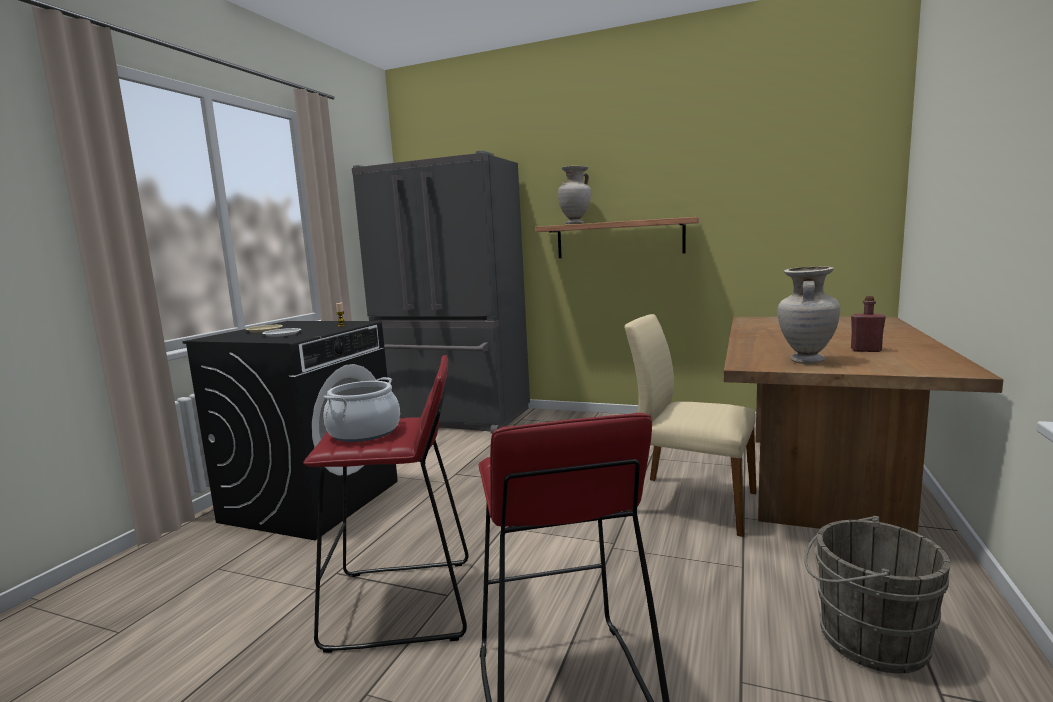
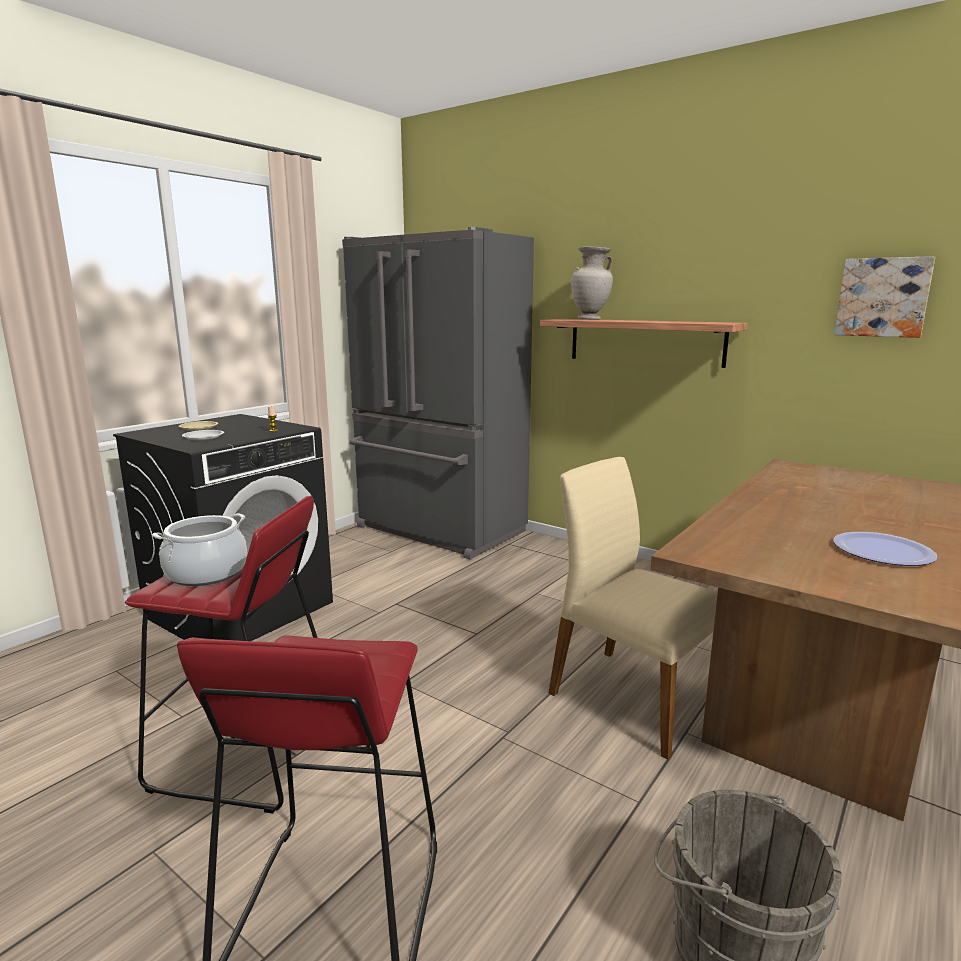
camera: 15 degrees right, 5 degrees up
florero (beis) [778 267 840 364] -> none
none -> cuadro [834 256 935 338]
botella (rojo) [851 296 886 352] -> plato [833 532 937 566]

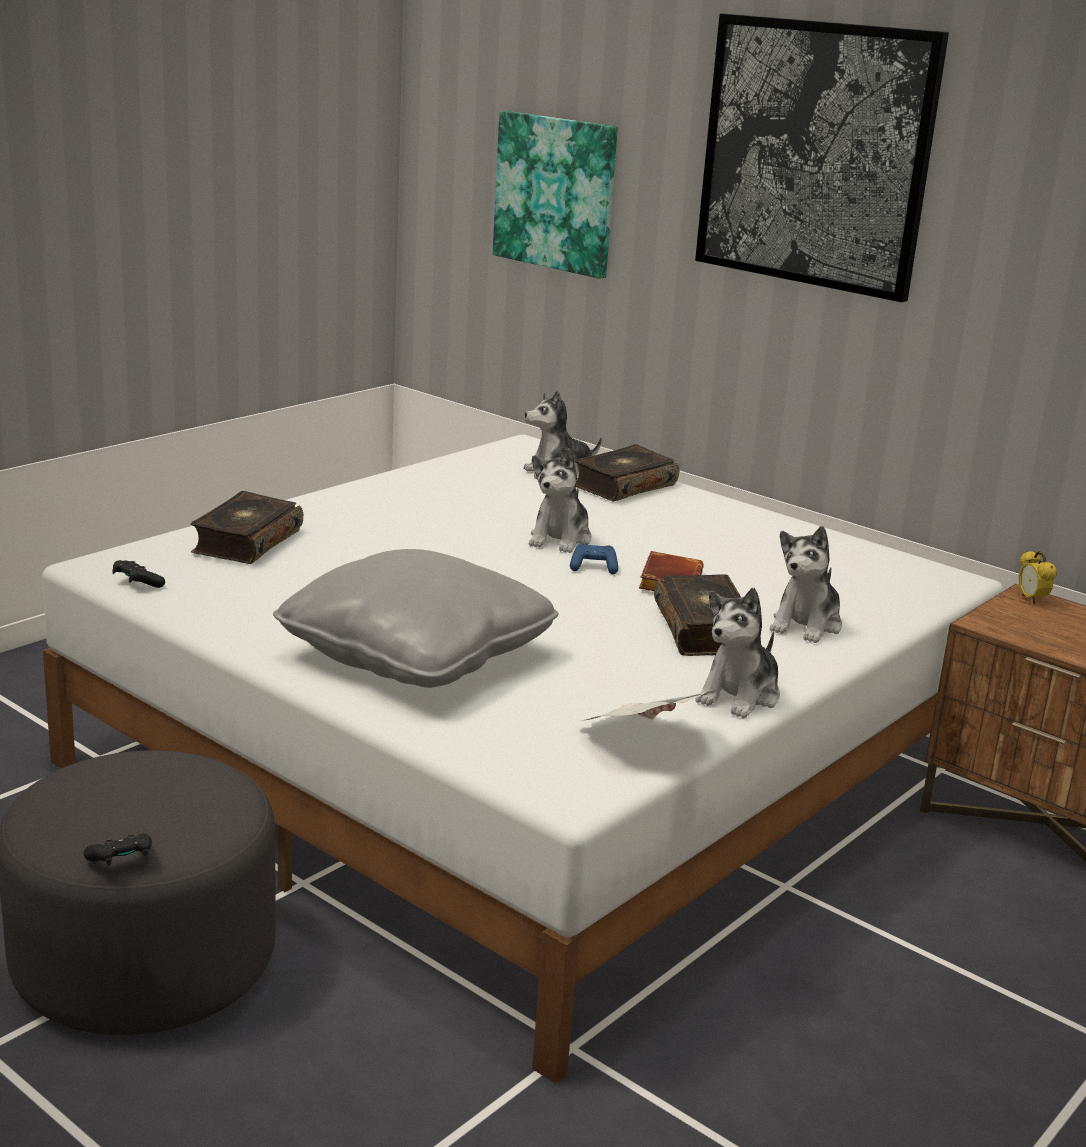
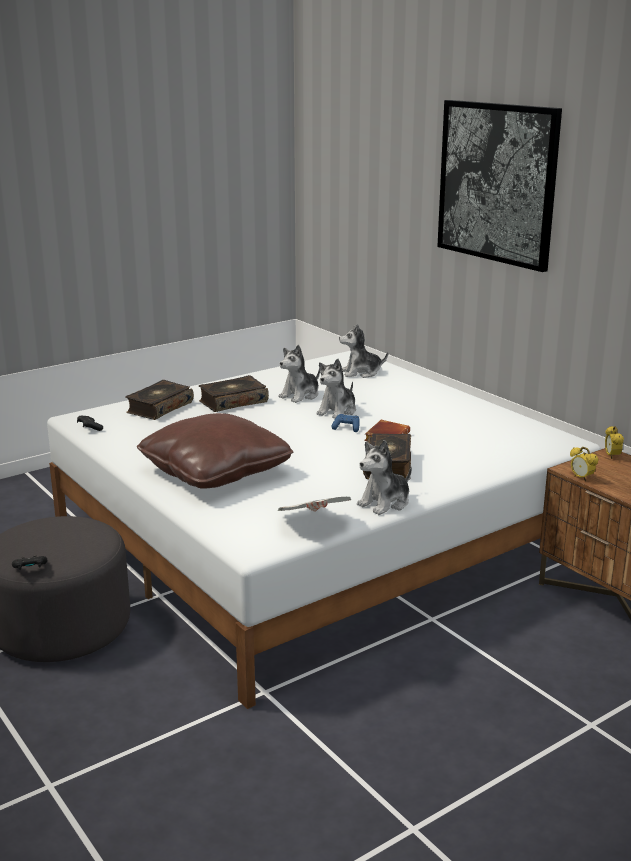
camera: 15 degrees right, 0 degrees up
cuadro [493 111 618 279] -> none
none -> despertador [570 447 598 481]
libro [574 444 679 501] -> libro [199 375 269 412], moved
peluche [770 526 842 643] -> peluche [279 345 320 403], moved
cojín (gris) [273 549 559 688] -> cojín (marrón) [137 413 293 489]

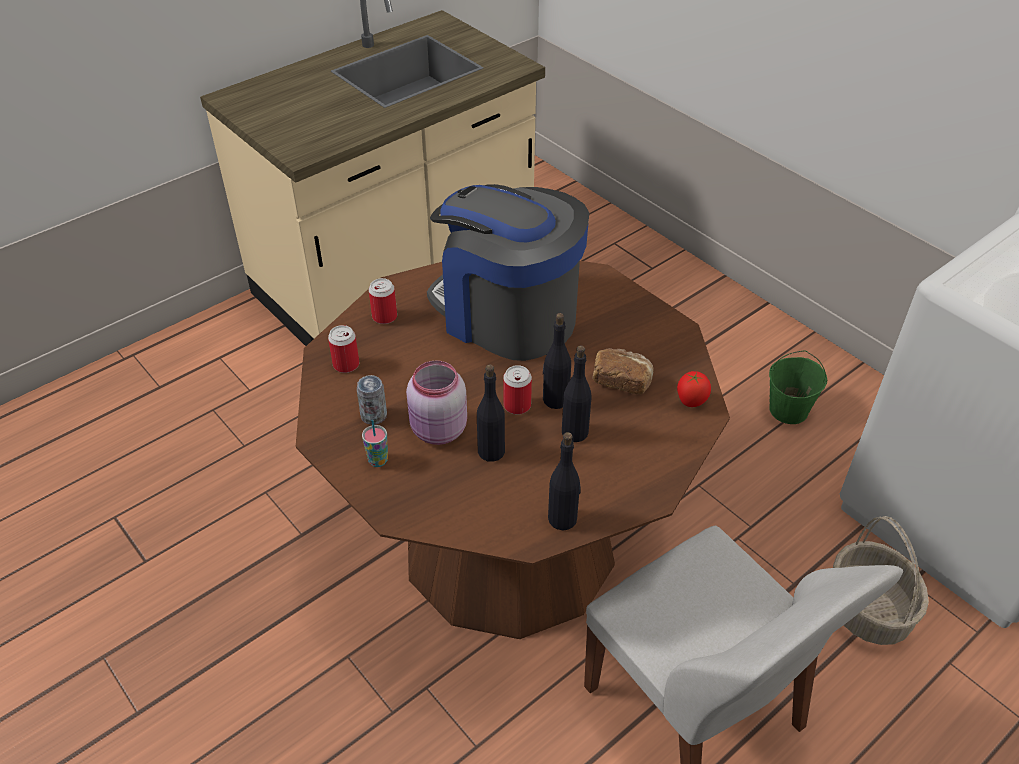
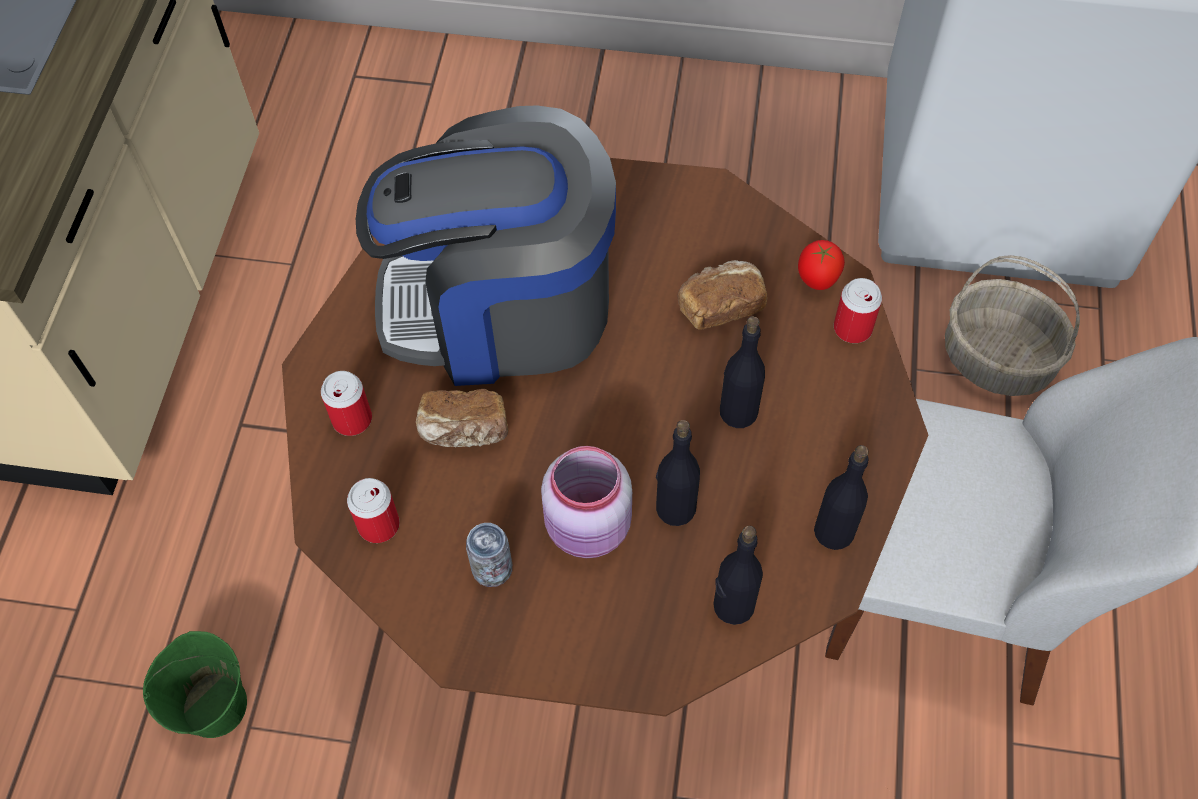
camera: 40 degrees left, 15 degrees up
taza [362 420 388 467] -> none
none -> pan [416 389 508 447]
lata [503 365 532 415] -> lata [834 278 882 343], moved
botella (negro) [543 313 571 409] -> botella (negro) [713 526 763 625], moved
cubo (verde) [769 350 827 424] -> cubo (verde) [143 631 247 738], moved

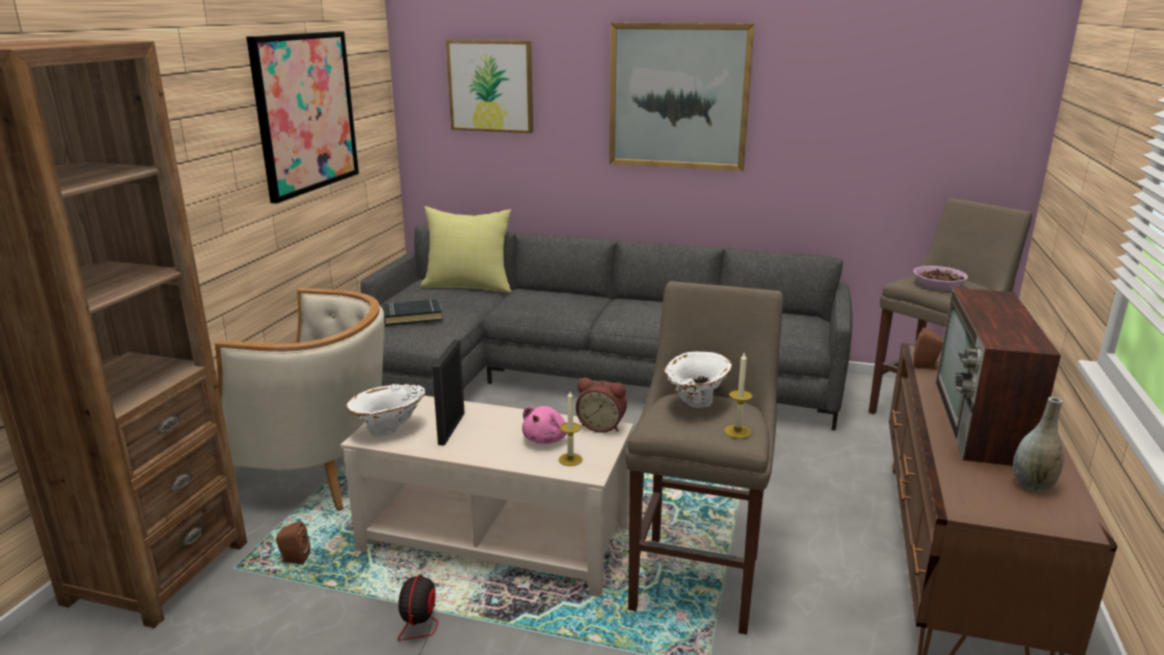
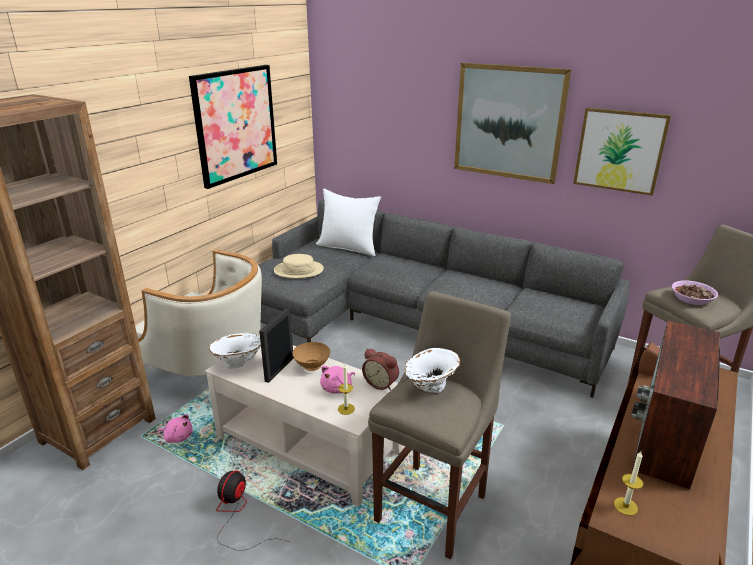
camera: 15 degrees right, 5 degrees up
florero (gris) [1013 397 1064 492] -> none
none -> cuenco (marrón) [292 342 330 371]
cuadro [446 40 533 133] -> cuadro [573 107 671 196], moved
vela [724 353 753 439] -> vela [614 451 643 516], moved
altavoz (marrón) [276 521 310 565] -> peluche (rosa) [157 414 193 443]
libro (negro) [383 299 443 326] -> sombrero (beis) [274 254 324 278]
cojín (amarillo) [420 206 512 293] -> cojín (blanco) [316 188 381 256]

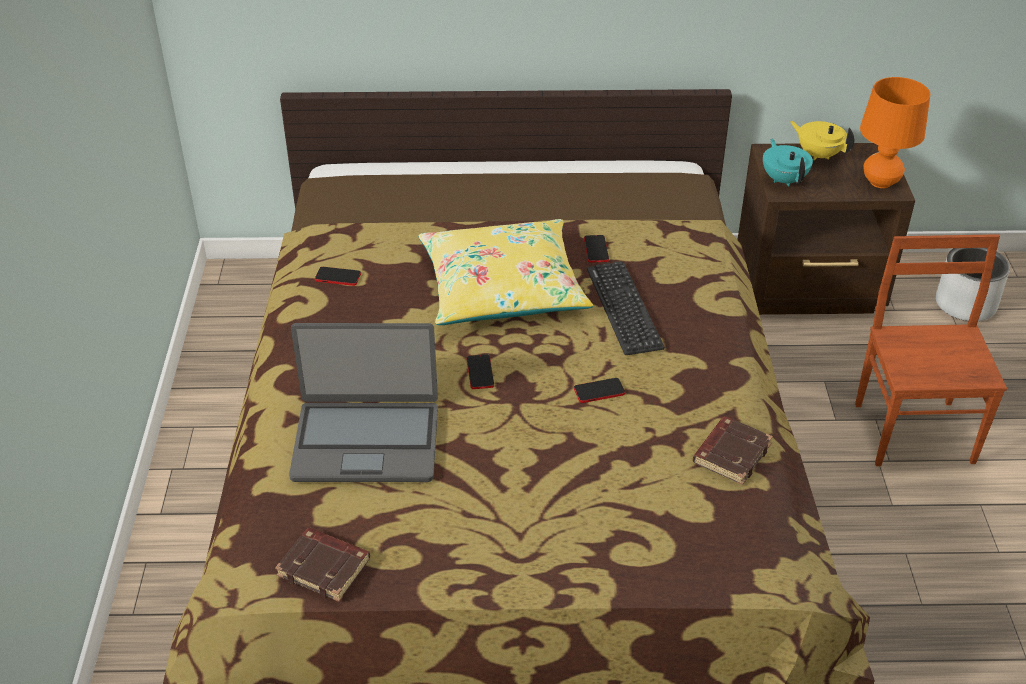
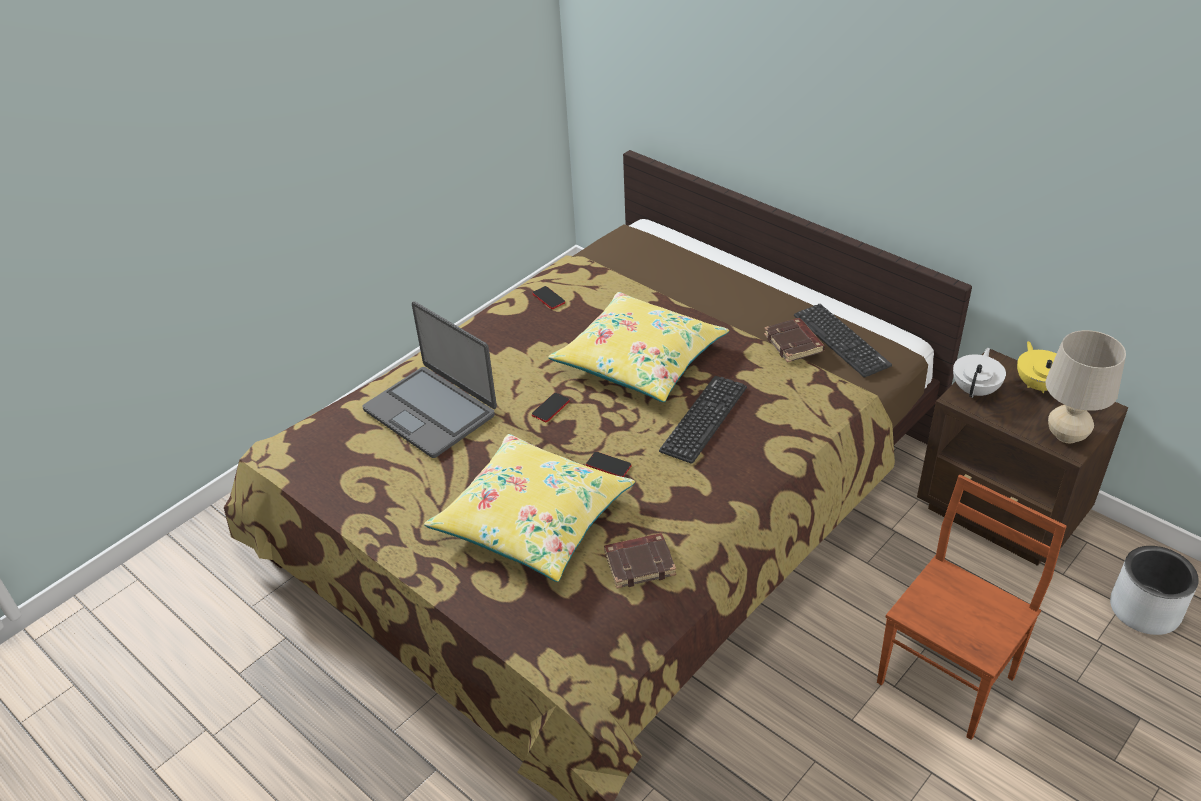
camera: 45 degrees right, 0 degrees up
móvil [584 235 609 263] -> none
none -> cojín (amarillo) [424 434 635 582]
none -> teclado [794 303 892 377]
libro (marrón) [275 527 370 602] -> libro (marrón) [764 318 825 363], moved
tetera (turquesa) [763 139 813 187] -> tetera (blanco) [953 348 1006 398]
lámpara de mesa (naranja) [860 77 930 188] -> lámpara de mesa (beis) [1046 330 1126 443]

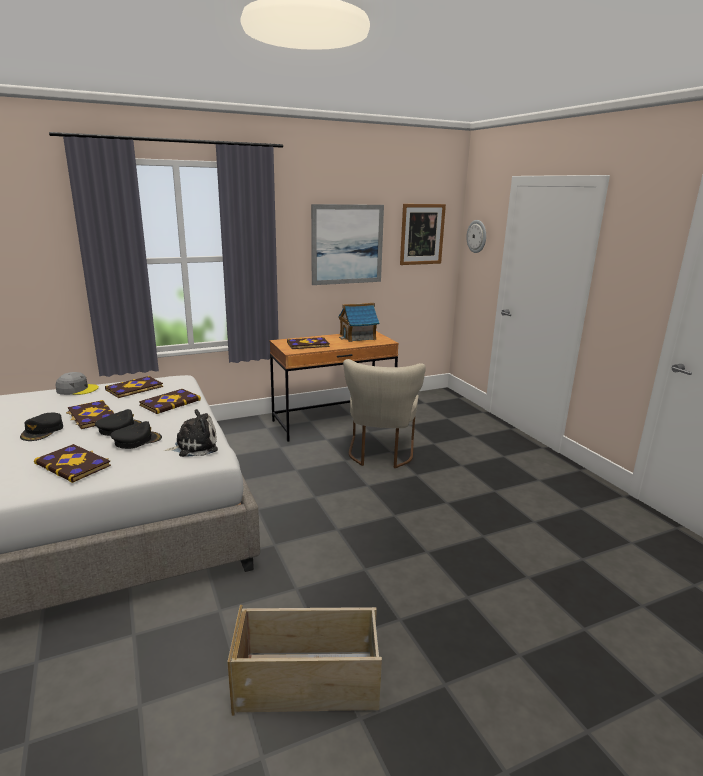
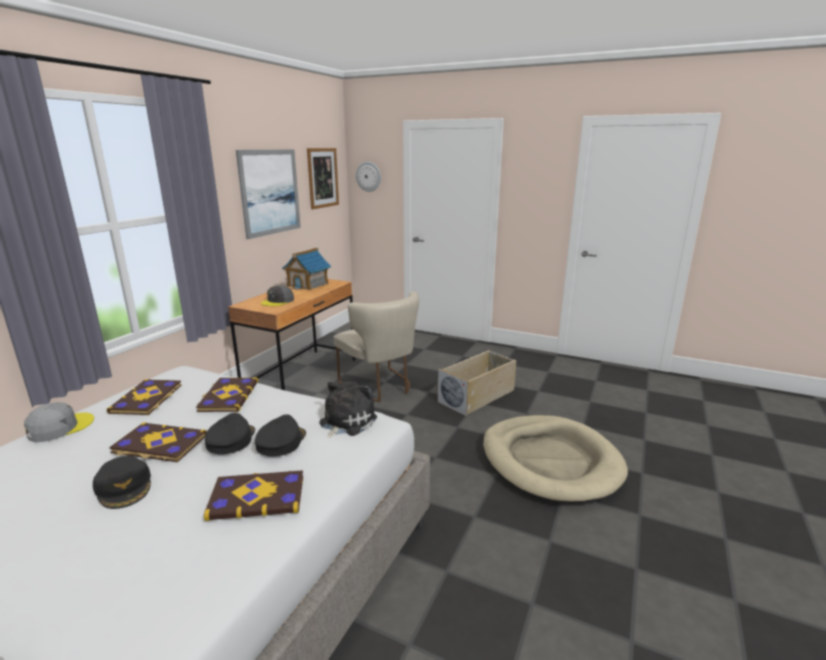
camera: 40 degrees left, 0 degrees up
none -> cama para perro (beis) [483 415 628 504]
caja de almacenaje (beis) [227 605 382 716] -> caja de almacenaje (beis) [438 350 516 417], moved
libro [287 337 330 349] -> gorra (gris) [261 285 294 306]

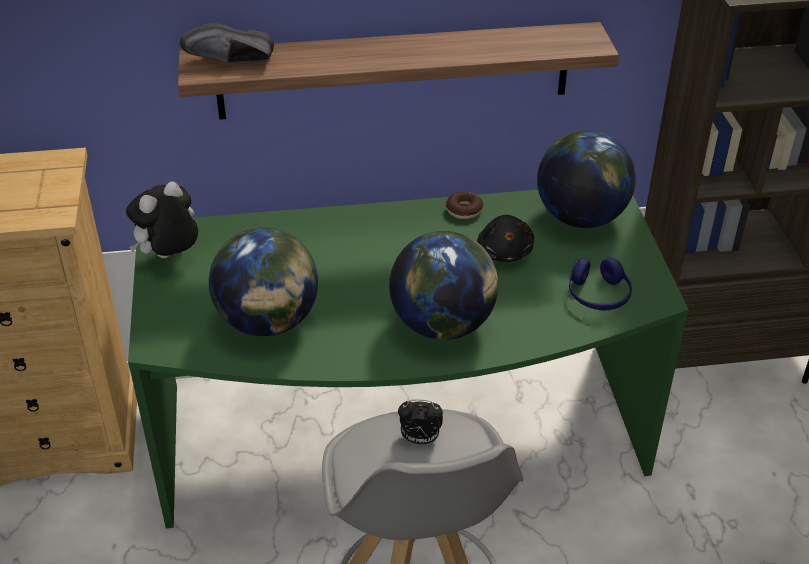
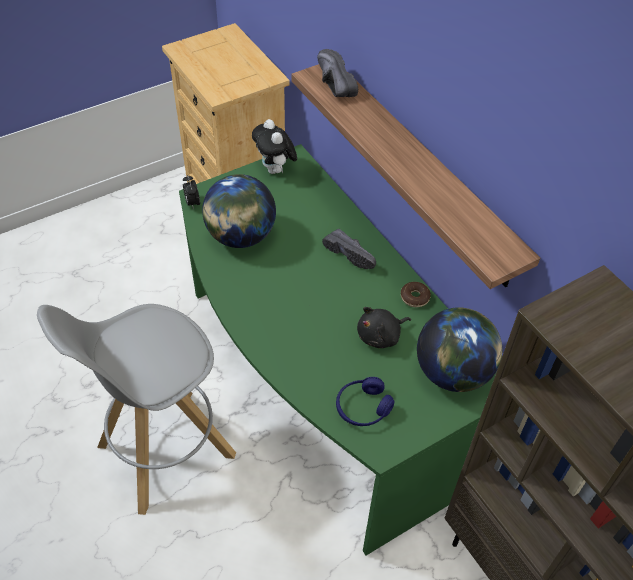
camera: 65 degrees right, 10 degrees up
globo terráqueo [389 231 498 340] -> none
none -> zapato (negro) [322 229 376 269]
despertador [398 399 443 444] -> despertador [183 175 200 210], moved
peluche [126 181 198 258] -> peluche [252 119 297 174], 135 degrees counterclockwise

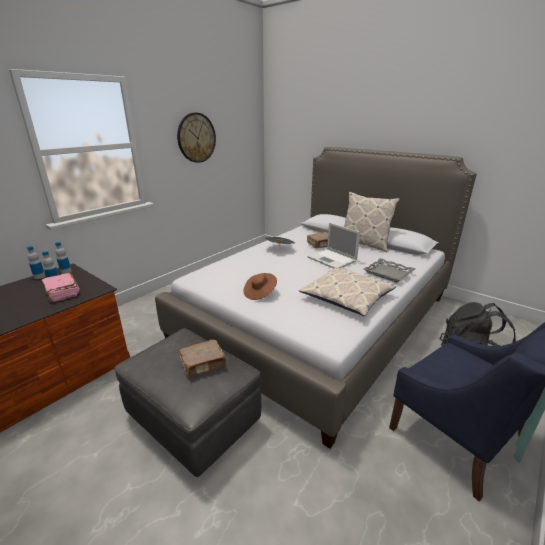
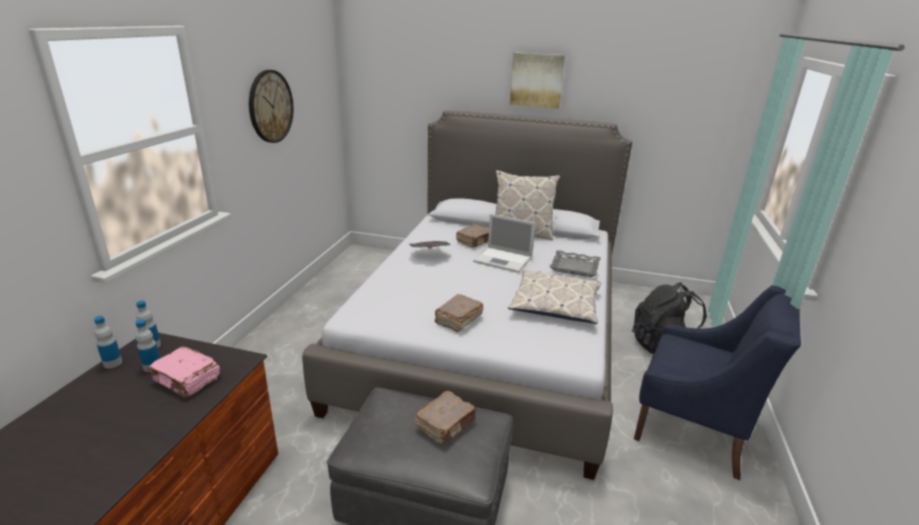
camera: 25 degrees left, 0 degrees up
none -> cuadro [510 52 565 109]
sombrero (marrón) [243 273 277 300] -> libro (marrón) [435 294 483 333]

